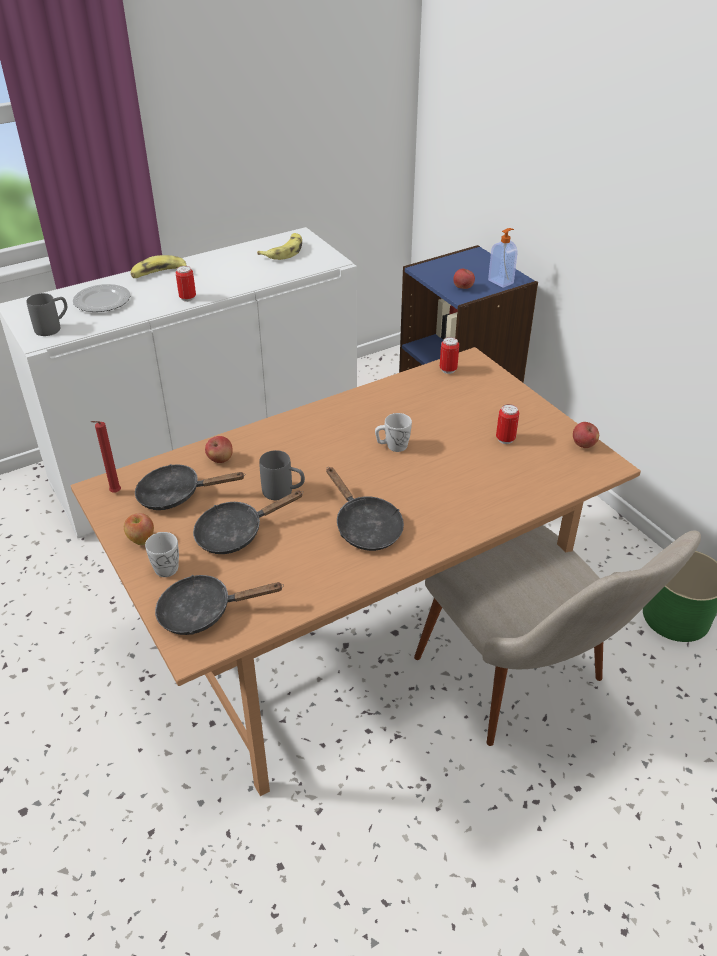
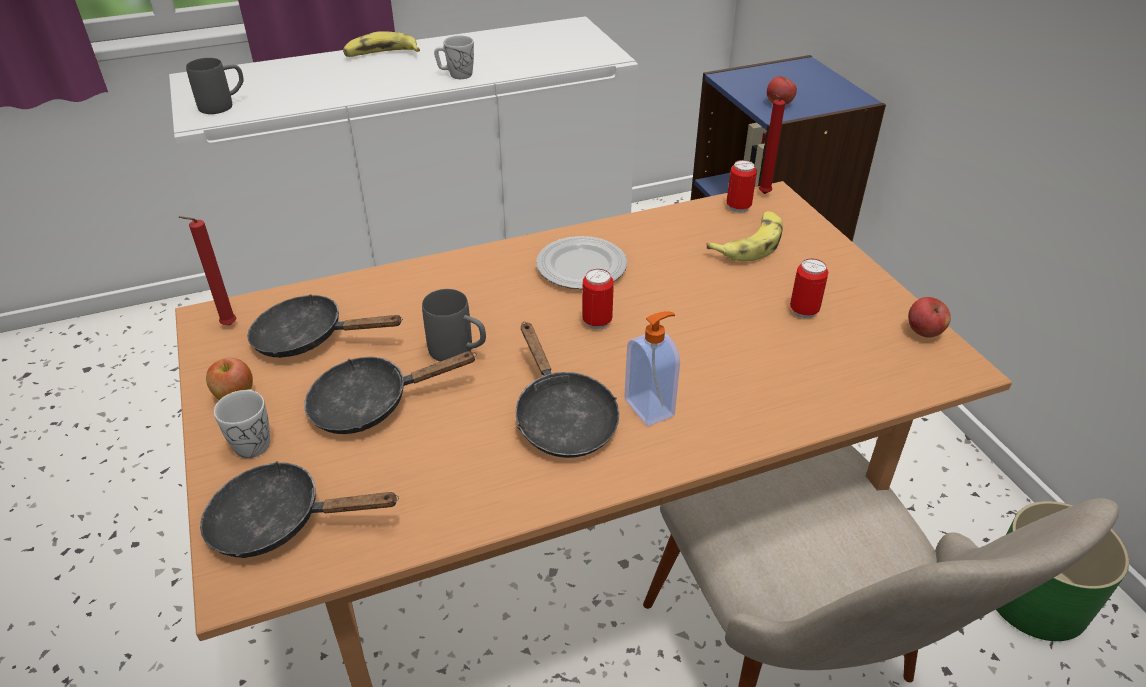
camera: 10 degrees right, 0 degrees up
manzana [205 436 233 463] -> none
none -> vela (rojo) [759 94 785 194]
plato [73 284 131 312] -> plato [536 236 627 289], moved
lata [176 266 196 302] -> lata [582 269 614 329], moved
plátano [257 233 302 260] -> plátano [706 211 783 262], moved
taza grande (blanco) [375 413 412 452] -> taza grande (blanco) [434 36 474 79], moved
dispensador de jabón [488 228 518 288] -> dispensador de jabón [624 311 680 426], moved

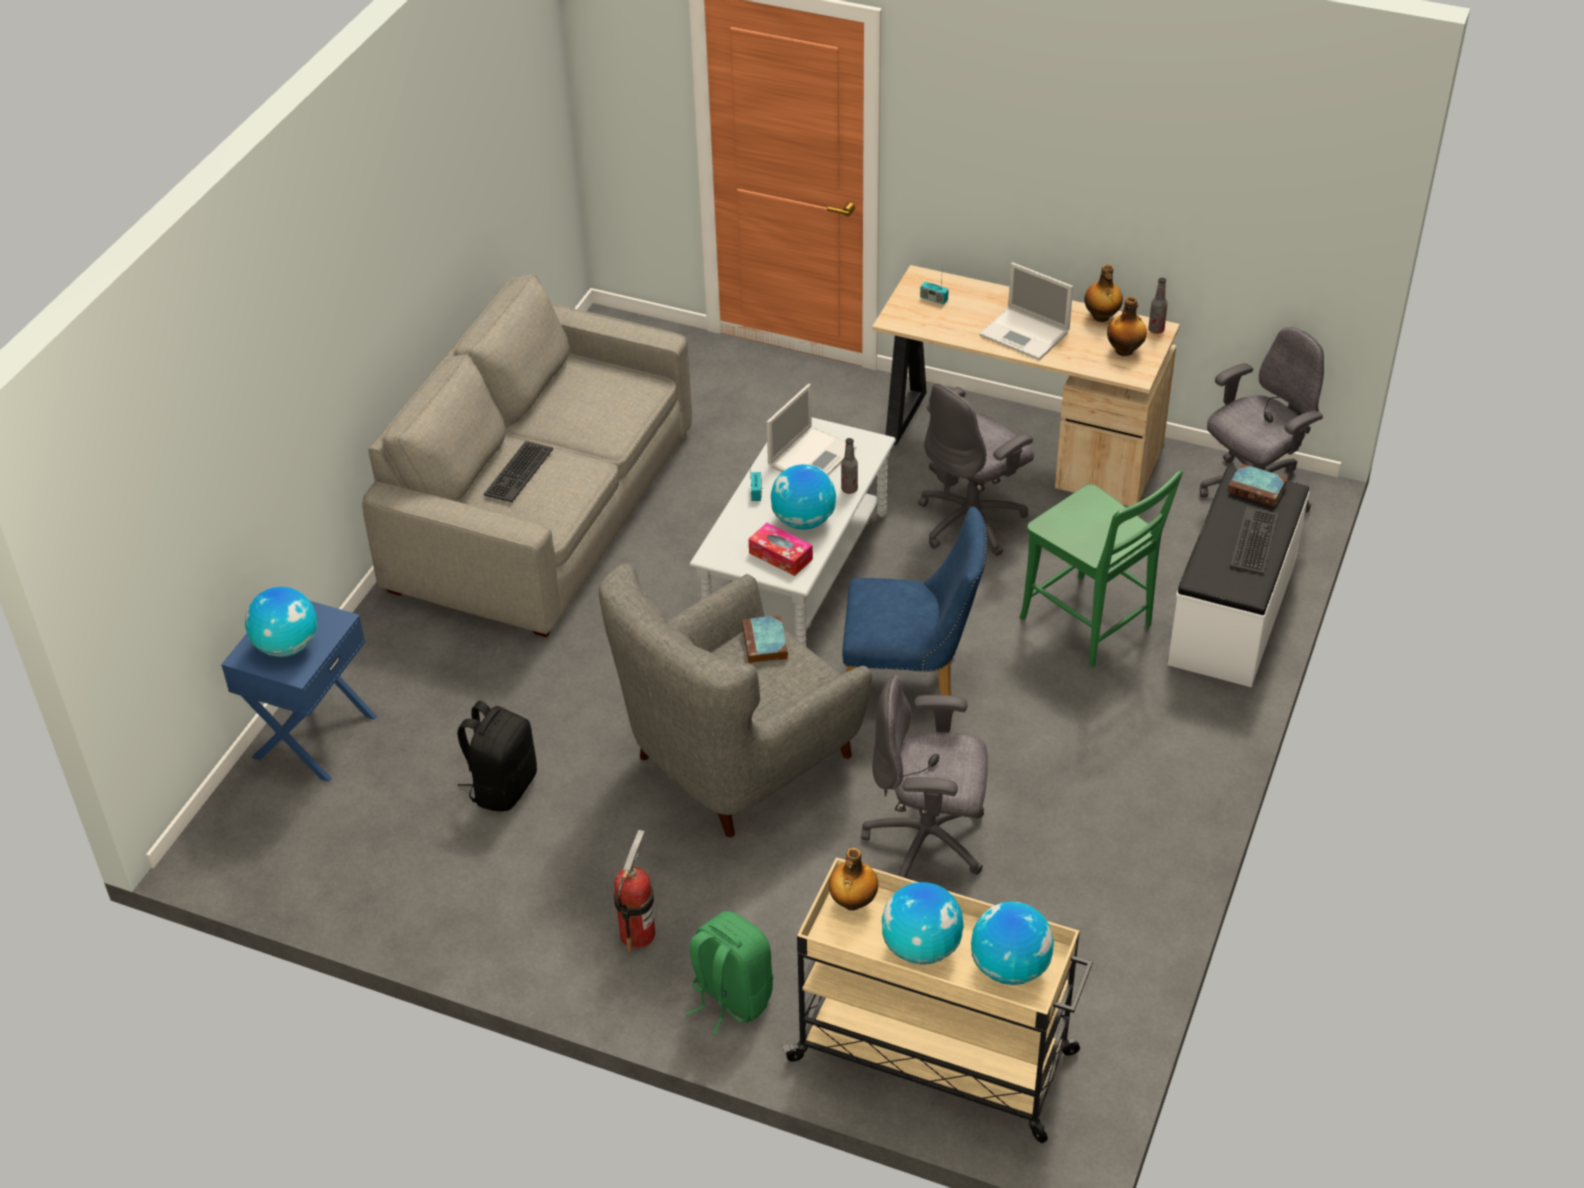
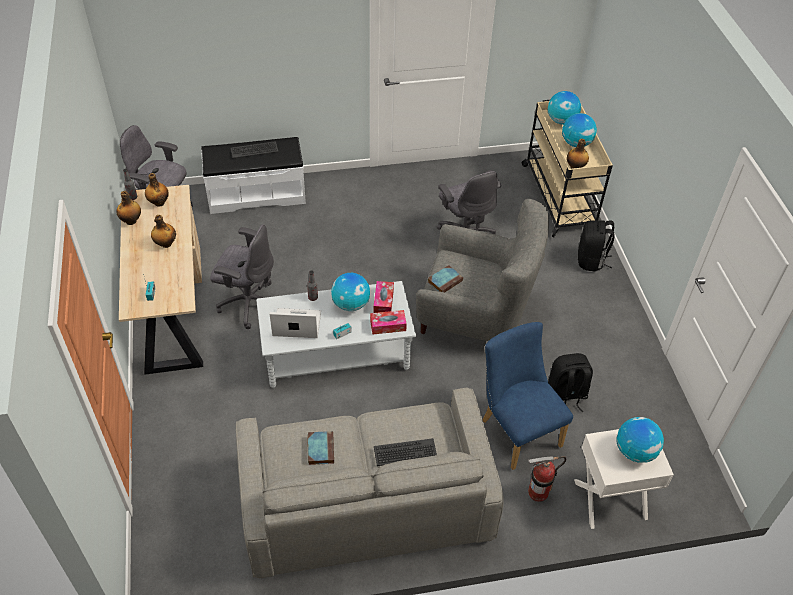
camera: 125 degrees left, 5 degrees up
silla (verde) [1020 470 1183 667] -> none
none -> caja de pañuelos [370 310 407 334]
extintor [614 830 655 952] -> extintor [528 456 566 502], moved
silla (azul) [842 507 987 714] -> silla (azul) [482 322 573 470], moved
libro [1227 463 1287 507] -> libro [308 431 334 465], moved
portátil [980 262 1073 360] -> botella [151 215 176 248]
mesita de noche (azul) [221 601 377 782] -> mesita de noche (blanco) [574 429 674 529]
mochila (verde) [686 911 773 1035] -> mochila (negro) [578 220 615 271]

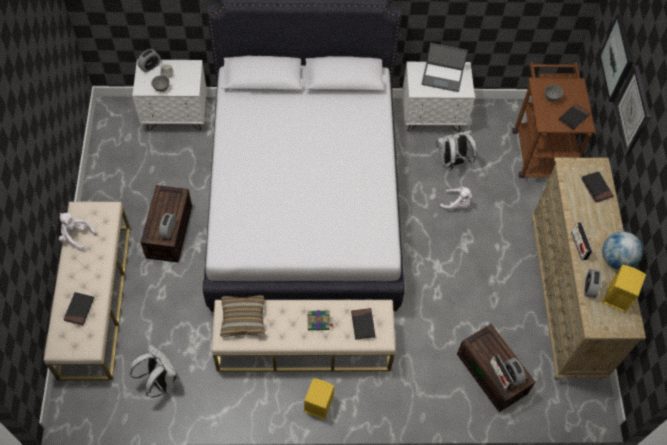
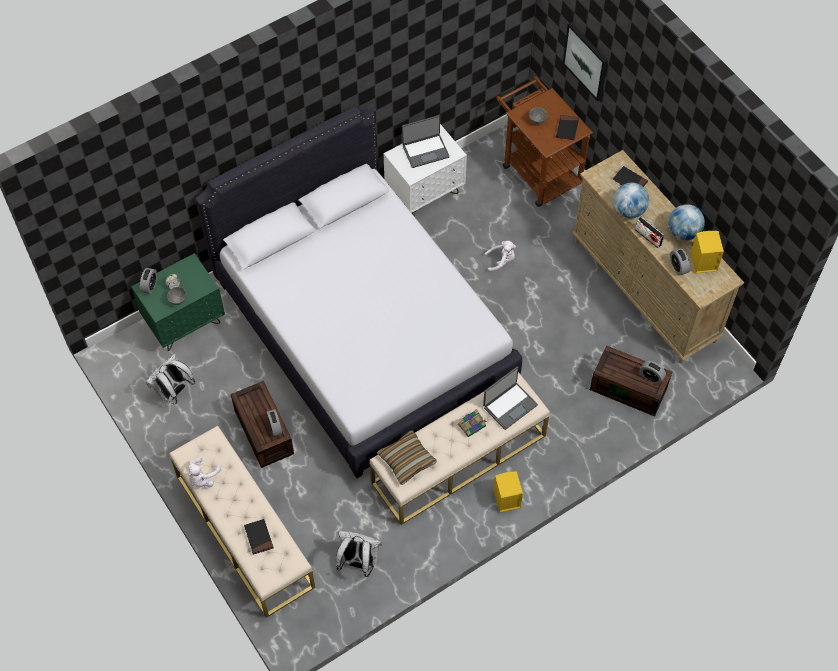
camera: 30 degrees left, 0 degrees up
radio [490 354 514 391] -> none
reloj de pared [615 65 651 155] -> none
none -> globo terráqueo [613 183 649 218]
mochila (blanco) [436 130 477 171] -> mochila (blanco) [146 353 195 405], moved
libro (negro) [351 308 375 340] -> portátil [483 366 538 430]
mesita de noche (blanco) [132 59 207 130] -> mesita de noche (verde) [131 253 225 351]
peluche (blanco) [59 213 96 251] -> peluche (blanco) [188 457 221 487], 60 degrees counterclockwise

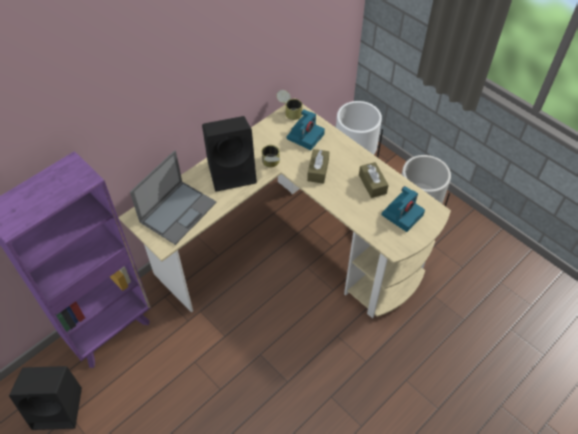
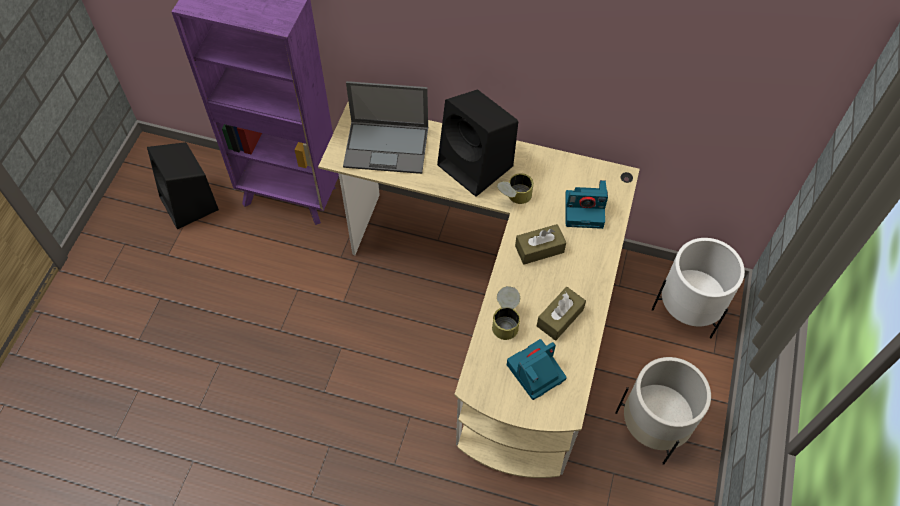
camera: 60 degrees right, 5 degrees up
lata [277 90 302 120] -> lata [492 286 520 340], moved
cámara [381 186 425 232] -> cámara [507 339 567 400], 135 degrees clockwise

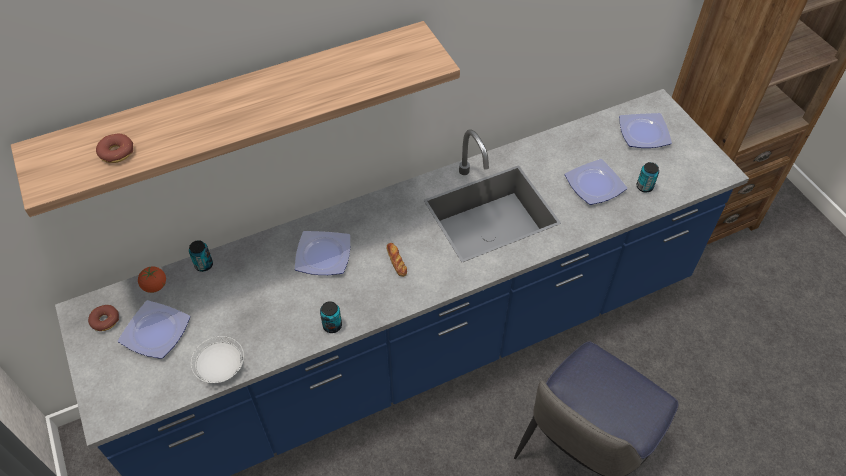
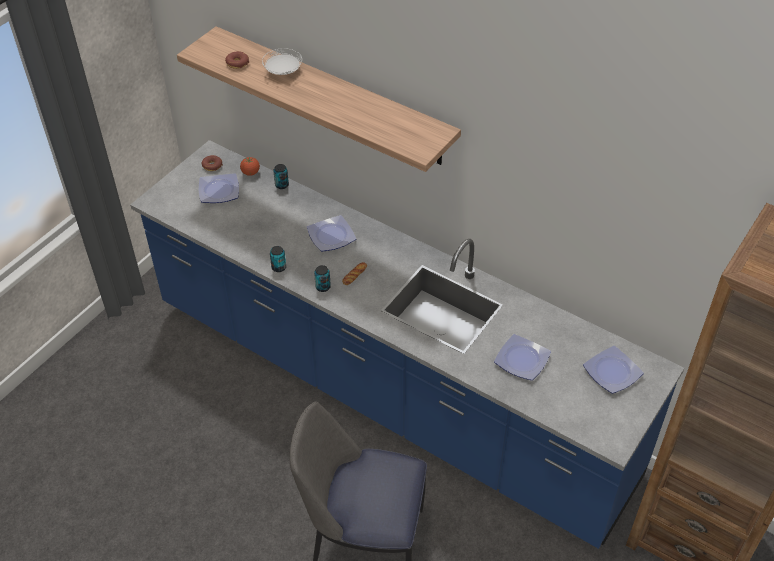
camera: 60 degrees right, 5 degrees down
plato (blanco) [191 336 244 383] -> plato (blanco) [262 48 302 75], moved
lata [637 162 659 192] -> lata [314 265 331 292], moved

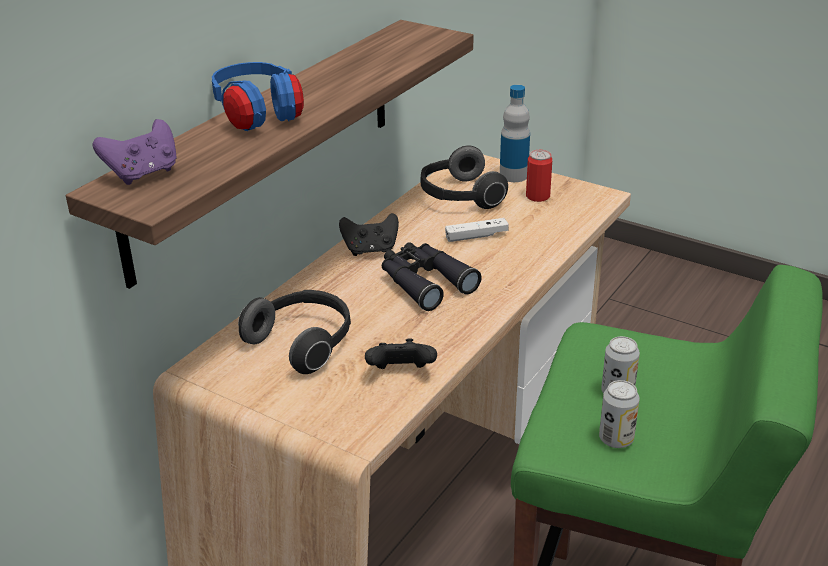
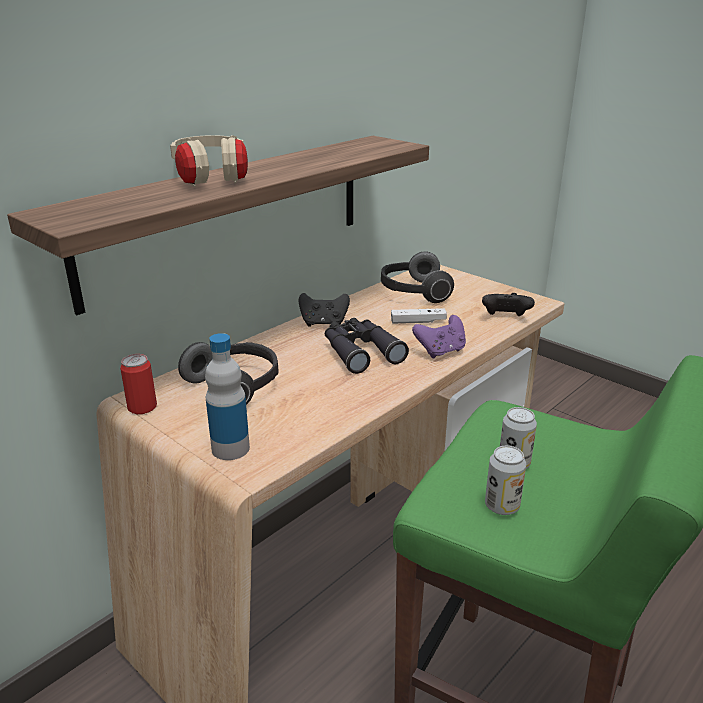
camera: 10 degrees right, 5 degrees down
mando de consola (morado) [93 119 177 185] -> mando de consola (morado) [412 315 466 358], moved
mando de consola (negro) [365 338 437 369] -> mando de consola (negro) [482 293 535 316], moved
botella [500 85 530 182] -> botella [205 333 250 460], moved
lata [526 150 553 202] -> lata [120 354 157 414], moved
auriculares (azul) [212 62 304 131] -> auriculares (beis) [170 135 248 187]

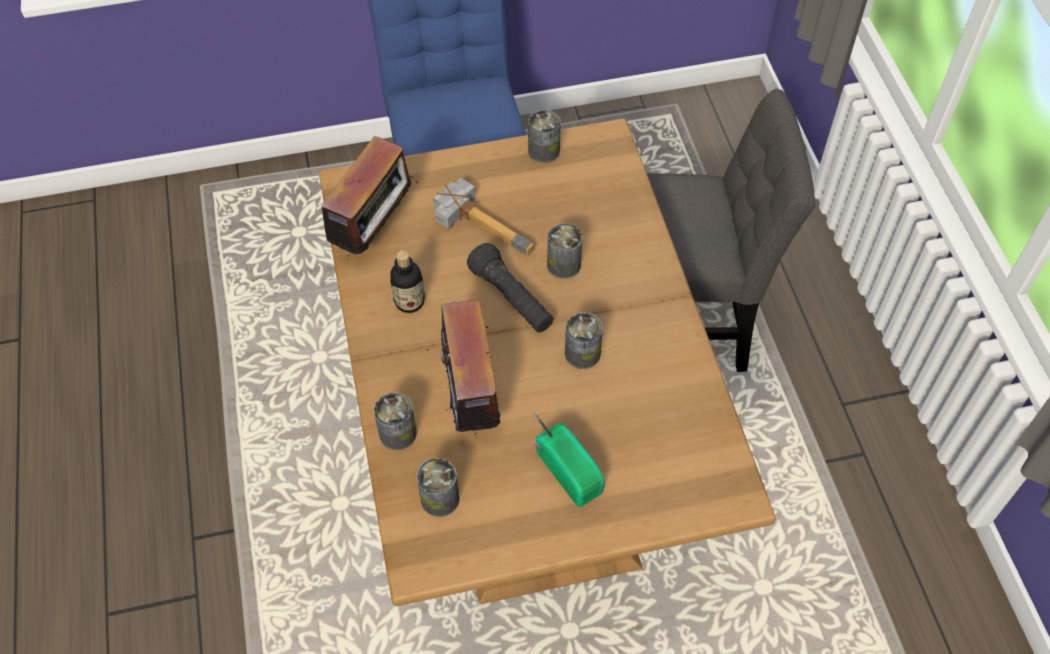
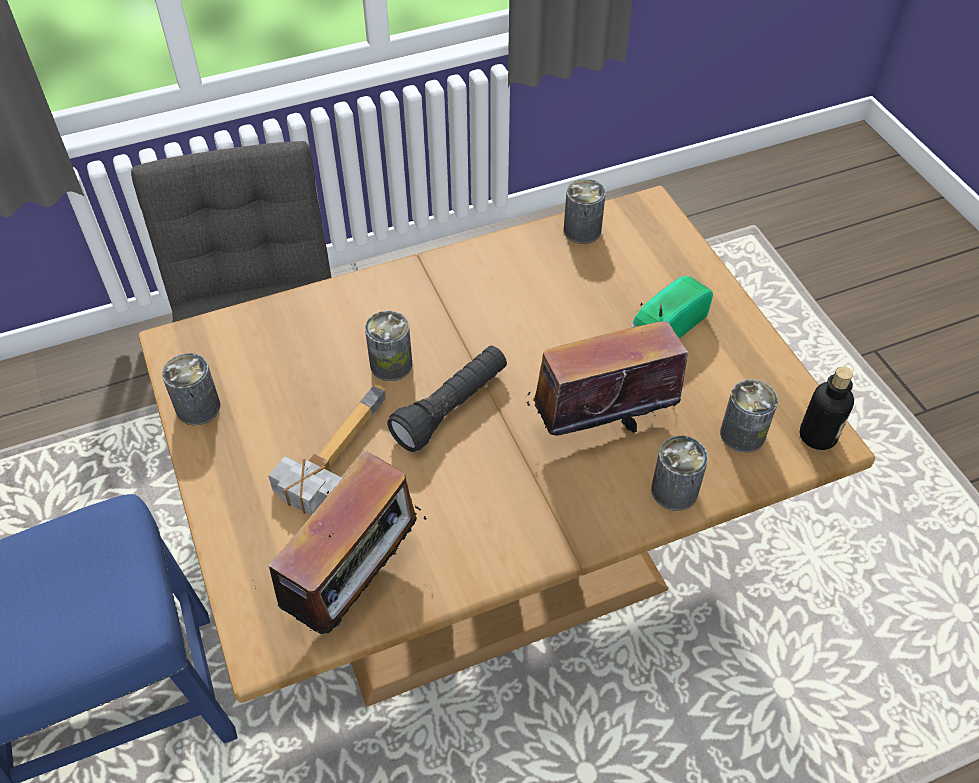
camera: 100 degrees left, 5 degrees down
botella [390 250 425 313] -> botella [800 366 854 450], moved
lata [565 312 603 369] -> lata [564 179 606 244], moved
radio [311 136 418 260] -> radio [253 451 427 634], 105 degrees clockwise

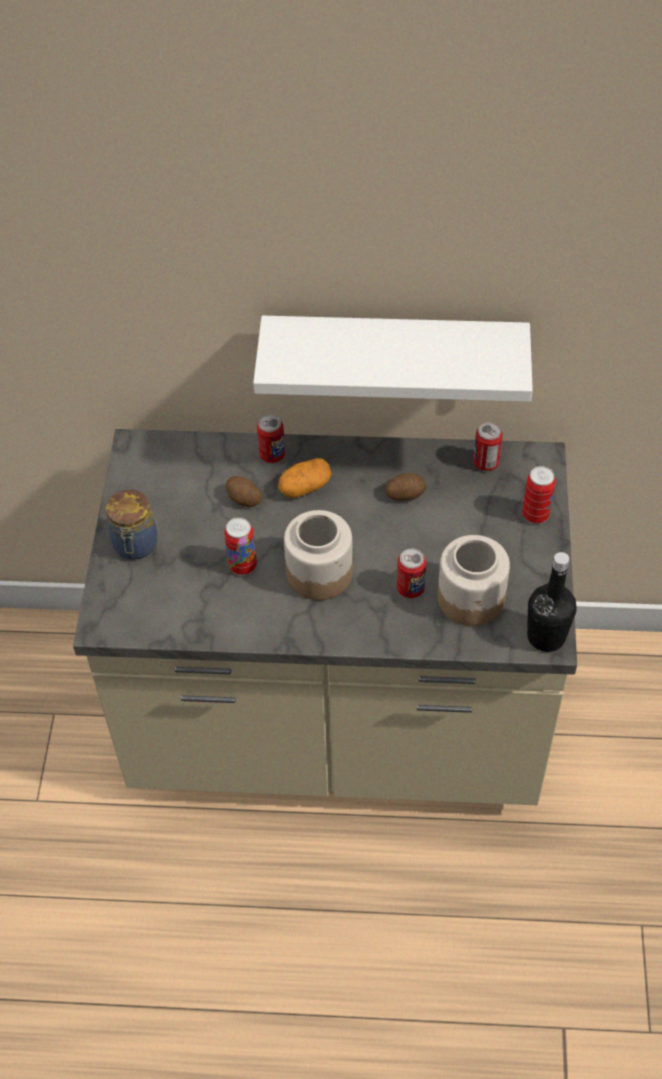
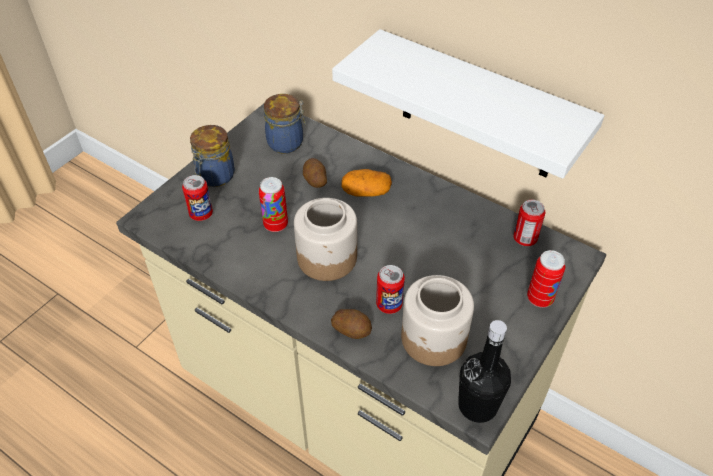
camera: 30 degrees right, 5 degrees down
none -> tarro [264 94 306 154]
lata [257 415 285 463] -> lata [182 175 213 221], moved
patata [385 473 426 501] -> patata [331 309 372 339], moved

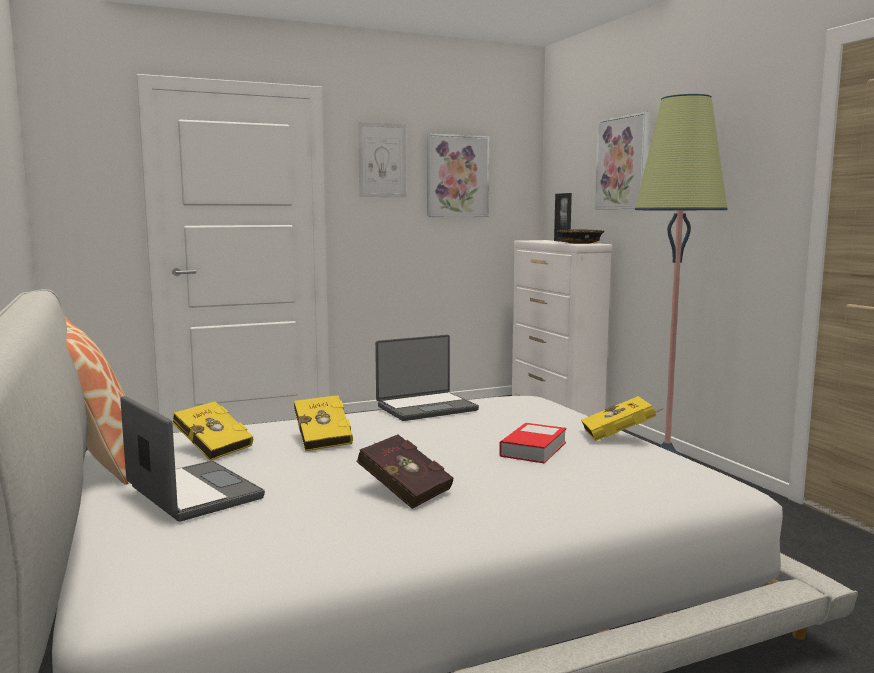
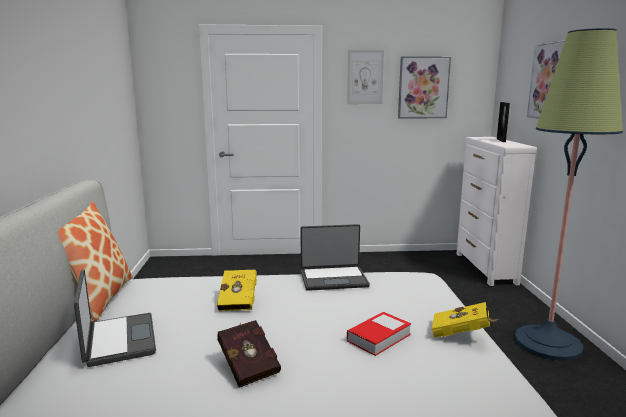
camera: 20 degrees right, 5 degrees up
libro (amarillo) [173 401 253 461] -> none
cuenco (negro) [557 229 604 244] -> none

